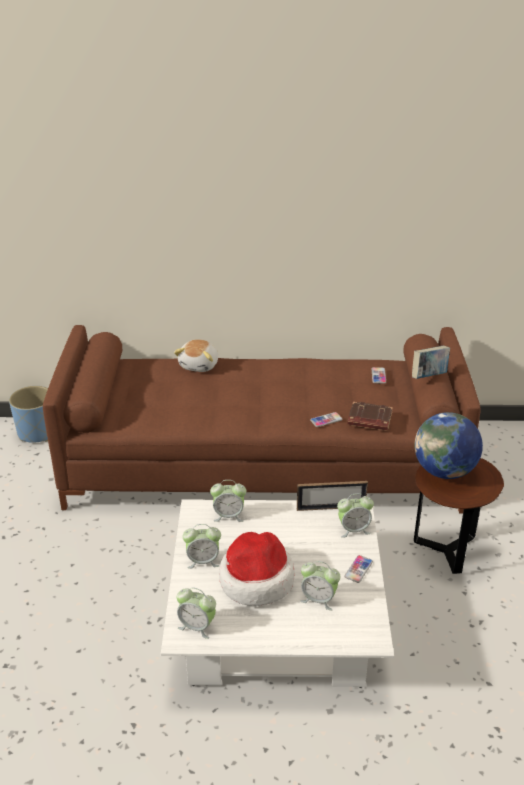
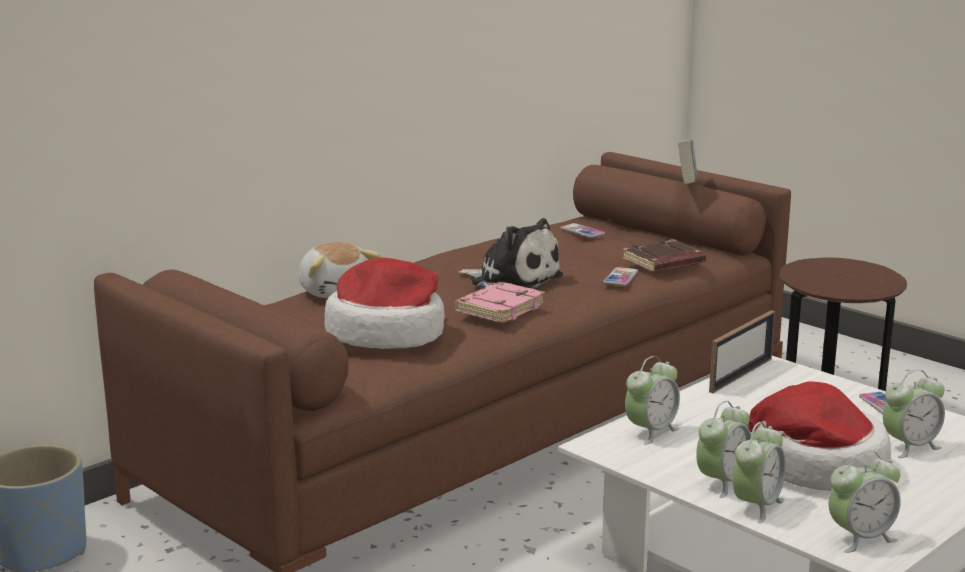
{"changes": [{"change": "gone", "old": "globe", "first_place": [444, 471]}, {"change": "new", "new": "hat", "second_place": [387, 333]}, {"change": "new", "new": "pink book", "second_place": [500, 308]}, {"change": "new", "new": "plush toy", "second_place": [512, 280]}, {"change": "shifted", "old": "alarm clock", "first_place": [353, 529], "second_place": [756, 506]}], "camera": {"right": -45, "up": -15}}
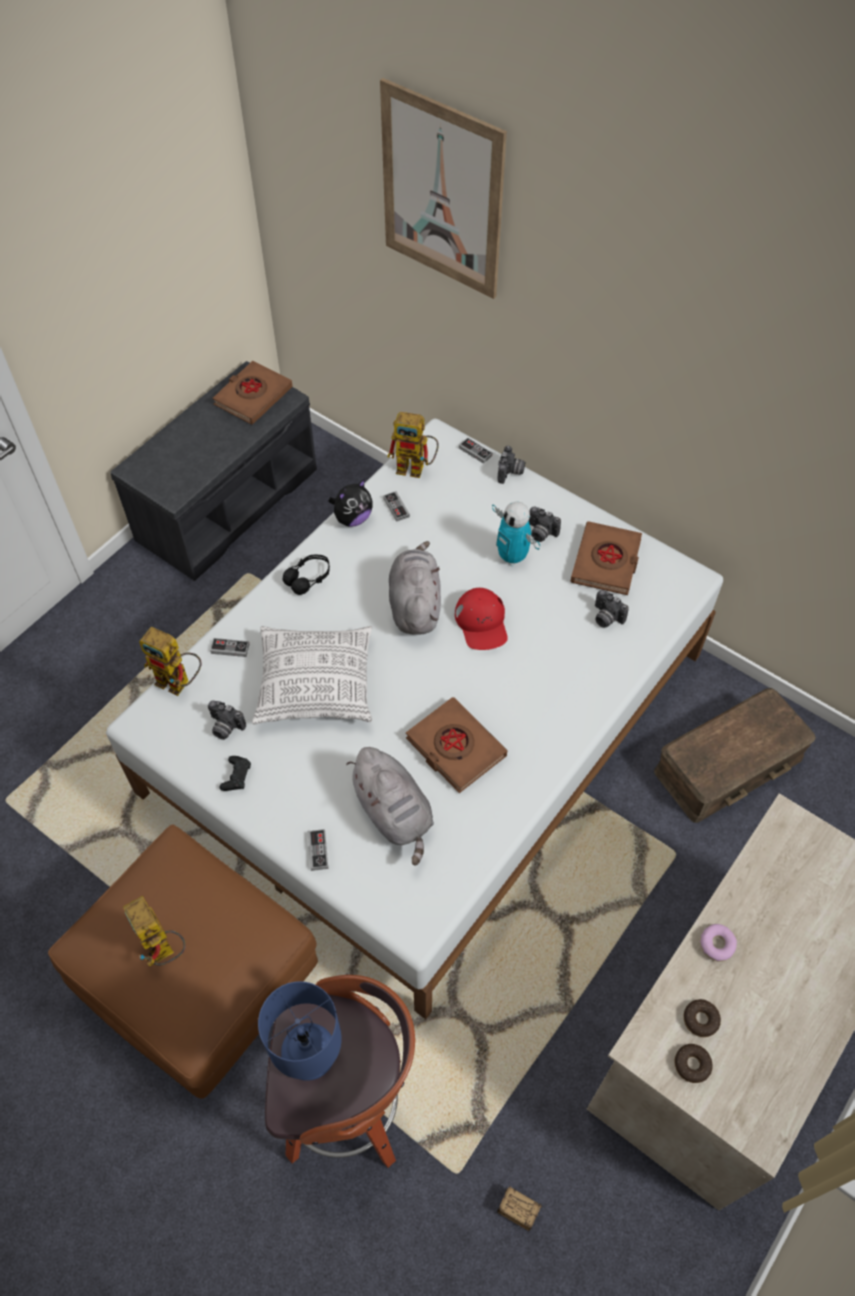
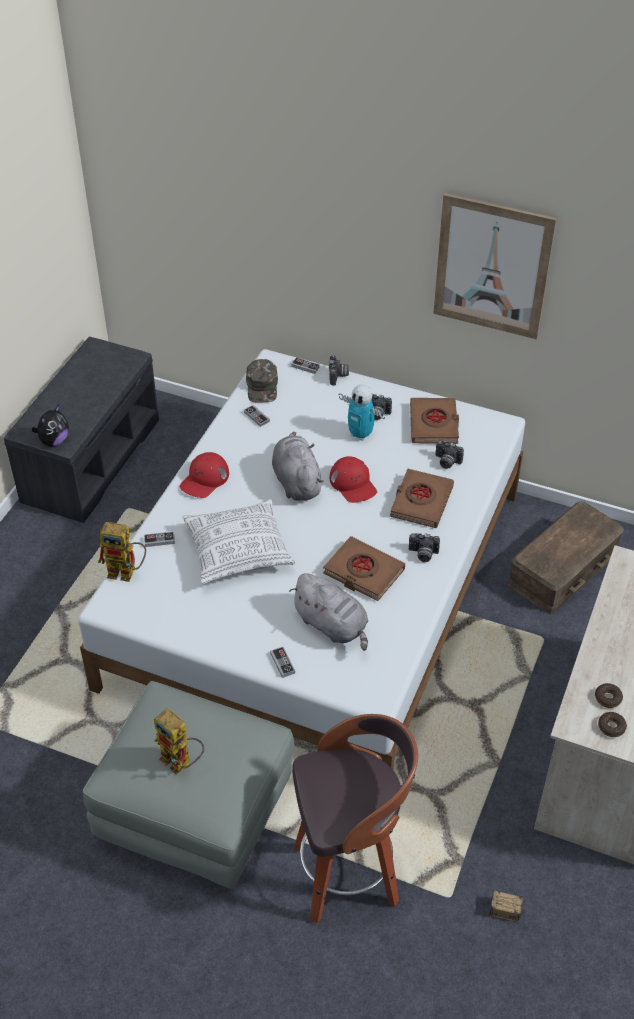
{"changes": [{"change": "gone", "old": "black game controller", "first_place": [236, 776]}, {"change": "gone", "old": "blue table lamp", "first_place": [310, 1057]}, {"change": "gone", "old": "donut", "first_place": [716, 945]}, {"change": "shifted", "old": "photo camera", "first_place": [225, 727], "second_place": [422, 554]}, {"change": "shifted", "old": "brown book", "first_place": [253, 396], "second_place": [421, 502]}, {"change": "shifted", "old": "plush toy", "first_place": [352, 518], "second_place": [54, 441]}, {"change": "shifted", "old": "picture", "first_place": [442, 192], "second_place": [492, 267]}, {"change": "swapped", "old": "black headphones", "new": "red cap", "first_place": [308, 578], "second_place": [204, 479]}, {"change": "swapped", "old": "toy robot", "new": "green cap", "first_place": [416, 468], "second_place": [262, 386]}, {"change": "repainted", "old": "brown ottoman", "new": "grey ottoman", "first_place": [201, 981], "second_place": [196, 814]}], "camera": {"right": -15, "up": -10}}
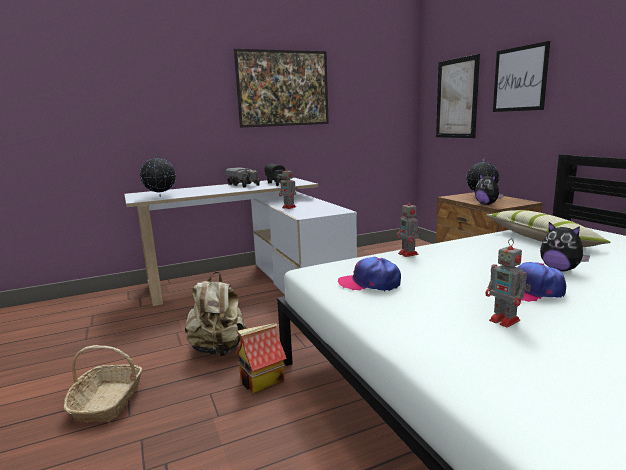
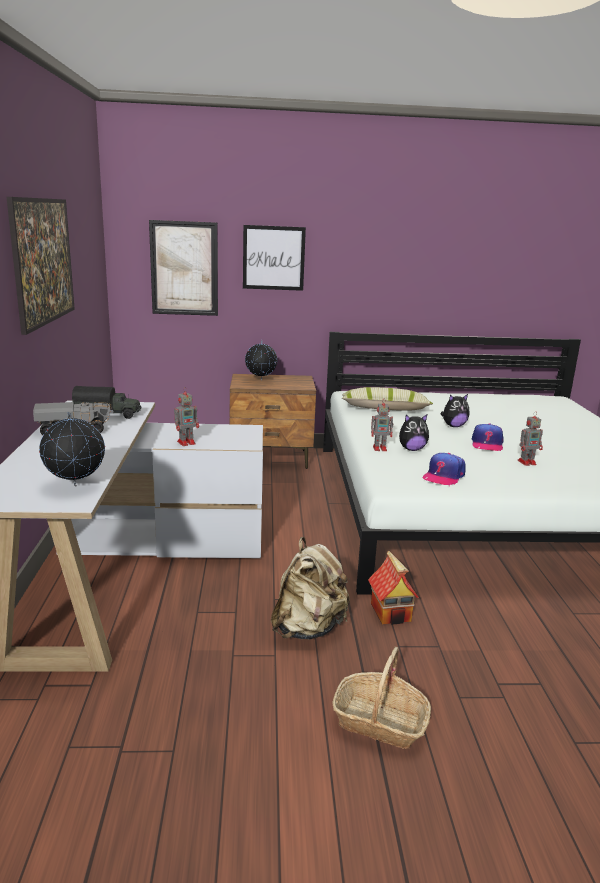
{"changes": [{"change": "shifted", "old": "plush toy", "first_place": [487, 204], "second_place": [411, 449]}], "camera": {"right": -70, "up": 5}}
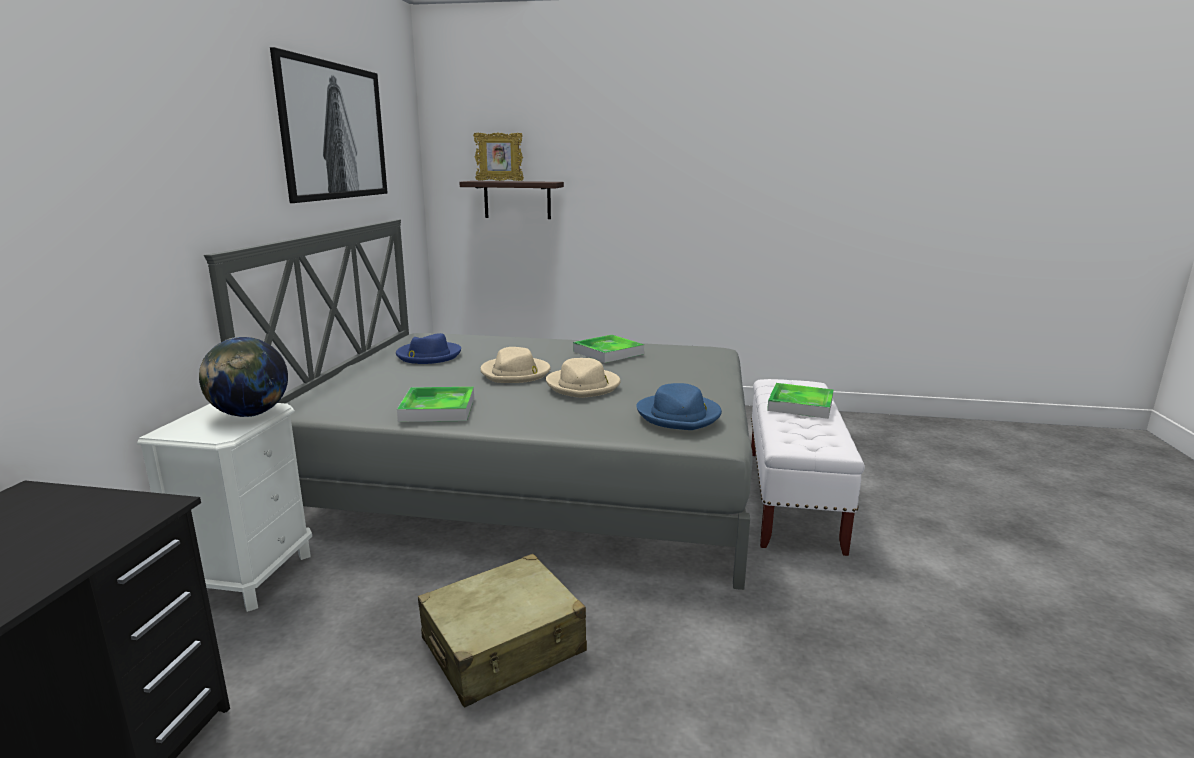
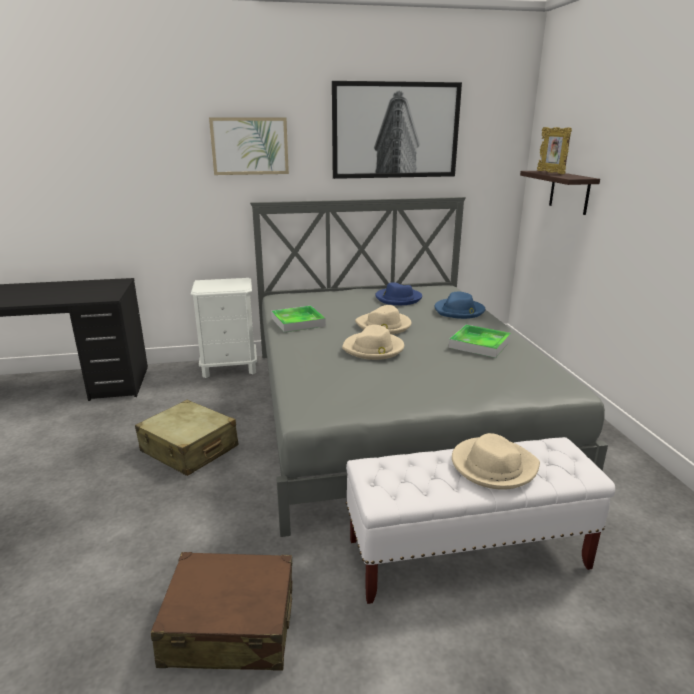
{"changes": [{"change": "gone", "old": "globe", "first_place": [250, 414]}, {"change": "new", "new": "brown suitcase", "second_place": [230, 626]}, {"change": "new", "new": "picture", "second_place": [249, 146]}, {"change": "shifted", "old": "blue hat", "first_place": [679, 415], "second_place": [459, 311]}, {"change": "swapped", "old": "tray", "new": "beige hat", "first_place": [800, 405], "second_place": [493, 466]}], "camera": {"right": 70, "up": 5}}
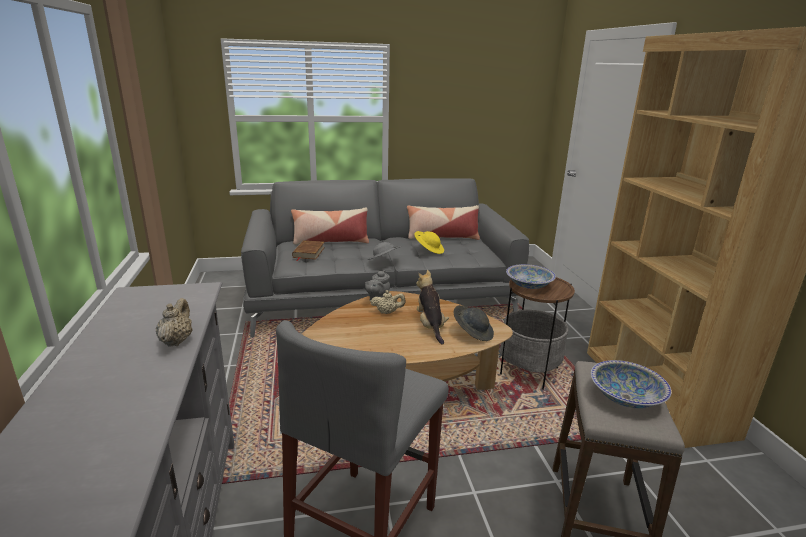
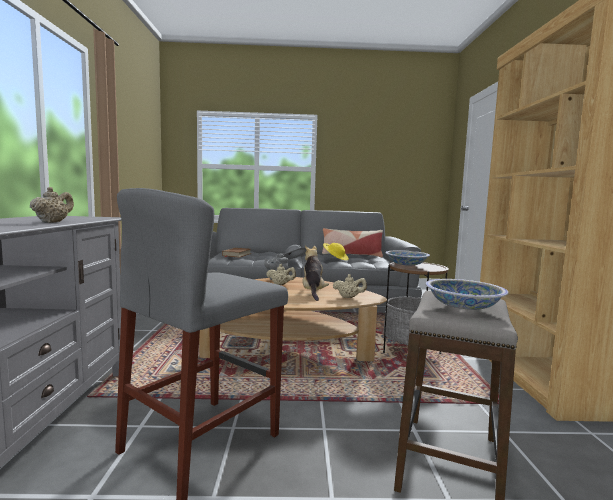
{"changes": [{"change": "gone", "old": "pillow", "first_place": [330, 241]}, {"change": "swapped", "old": "grey hat", "new": "beige teapot", "first_place": [472, 332], "second_place": [349, 297]}], "camera": {"right": 10, "up": -15}}
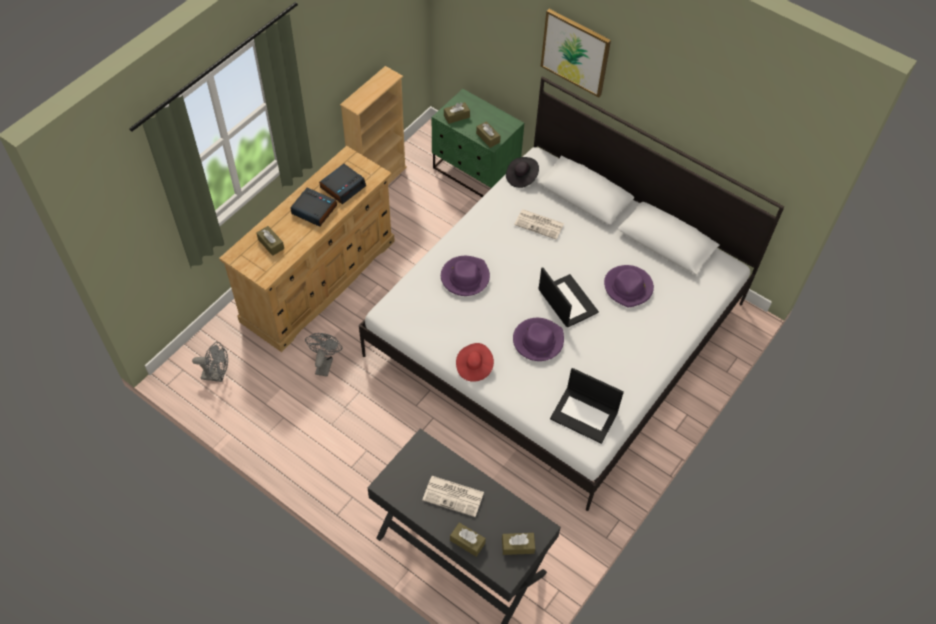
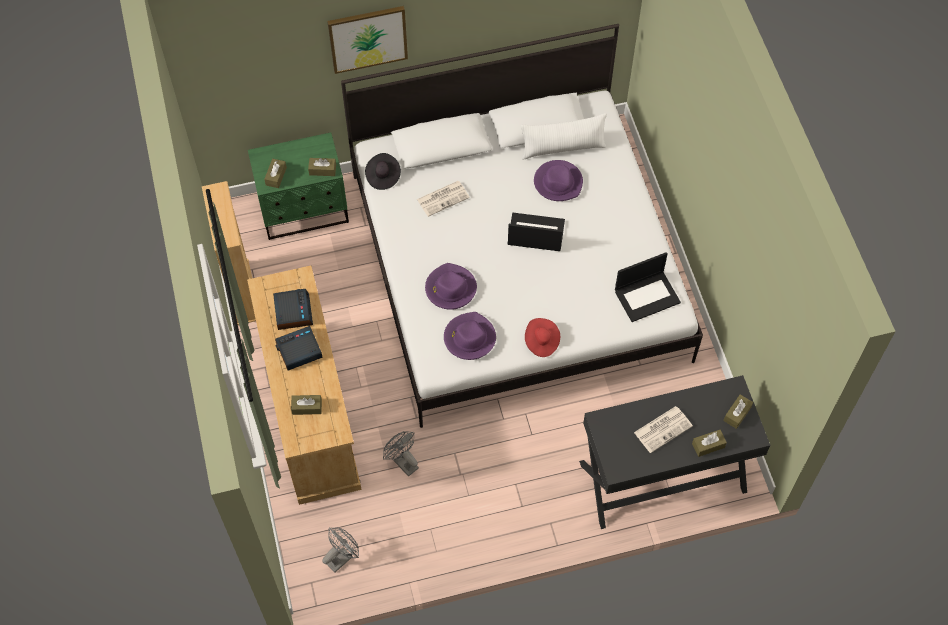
{"changes": [{"change": "new", "new": "white pillow", "second_place": [563, 148]}, {"change": "shifted", "old": "purple hat", "first_place": [538, 341], "second_place": [469, 338]}], "camera": {"right": -50, "up": 5}}
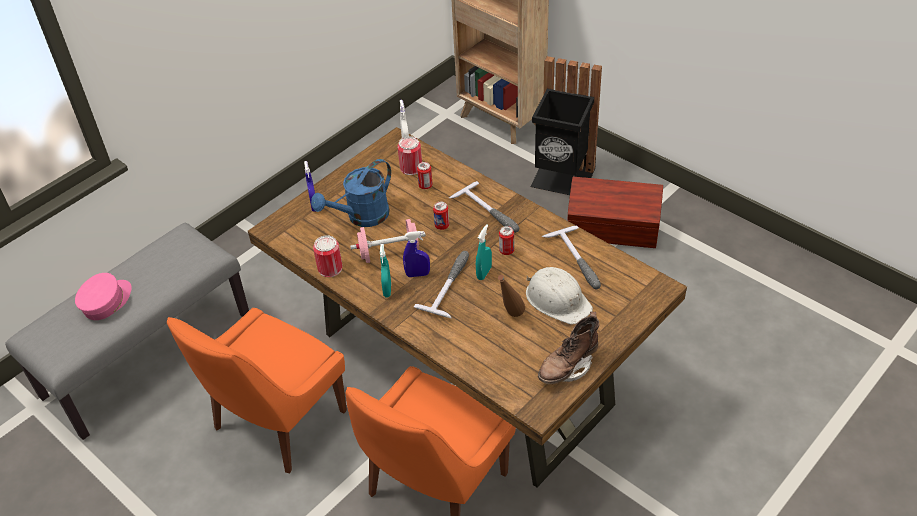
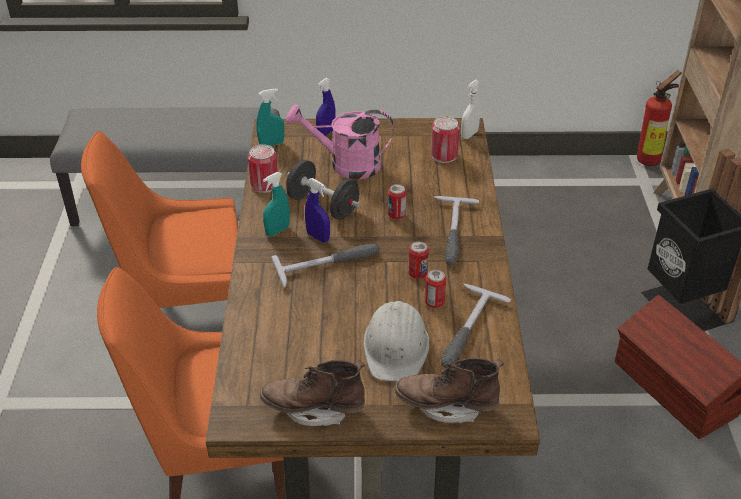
{"changes": [{"change": "gone", "old": "pink cap", "first_place": [106, 302]}, {"change": "gone", "old": "brown bottle", "first_place": [510, 317]}, {"change": "new", "new": "brown boot", "second_place": [446, 405]}, {"change": "new", "new": "fire extinguisher", "second_place": [651, 159]}, {"change": "shifted", "old": "can", "first_place": [425, 186], "second_place": [434, 302]}, {"change": "shifted", "old": "turquoise spray bottle", "first_place": [484, 273], "second_place": [271, 144]}, {"change": "repainted", "old": "blue watering can", "new": "pink watering can", "first_place": [362, 217], "second_place": [346, 165]}, {"change": "repainted", "old": "pink dumbbell", "new": "black dumbbell", "first_place": [389, 253], "second_place": [323, 205]}], "camera": {"right": 45, "up": -5}}
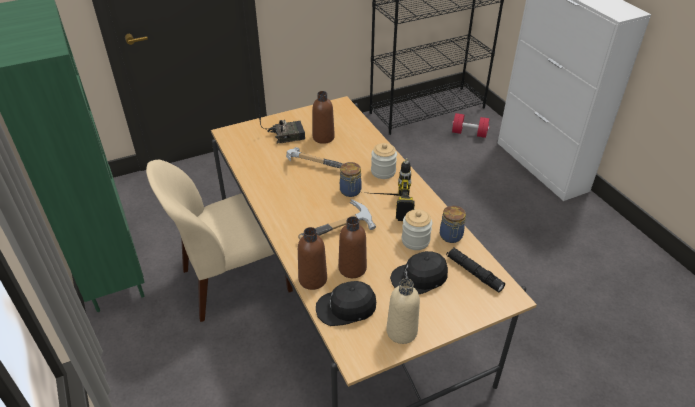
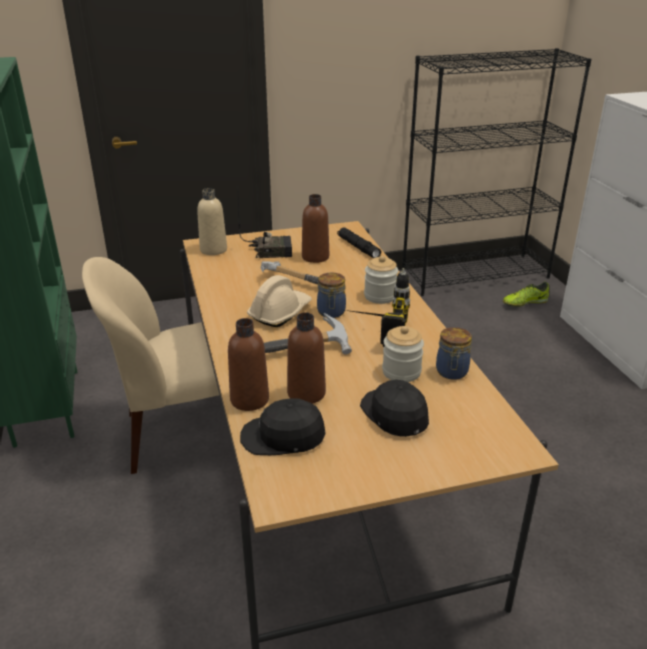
{"changes": [{"change": "new", "new": "beige hard hat", "second_place": [280, 313]}, {"change": "shifted", "old": "beige bottle", "first_place": [401, 331], "second_place": [213, 250]}, {"change": "shifted", "old": "black flashlight", "first_place": [474, 273], "second_place": [358, 247]}, {"change": "swapped", "old": "red dumbbell", "new": "shoe", "first_place": [469, 133], "second_place": [524, 303]}, {"change": "rotated", "old": "black cap", "first_place": [419, 278], "second_place": [394, 414], "degrees": 75}], "camera": {"right": 10, "up": -10}}
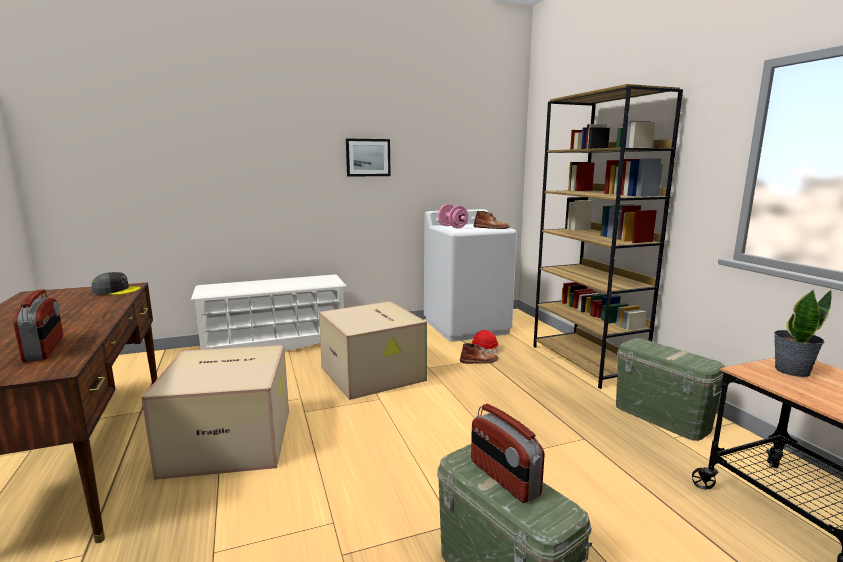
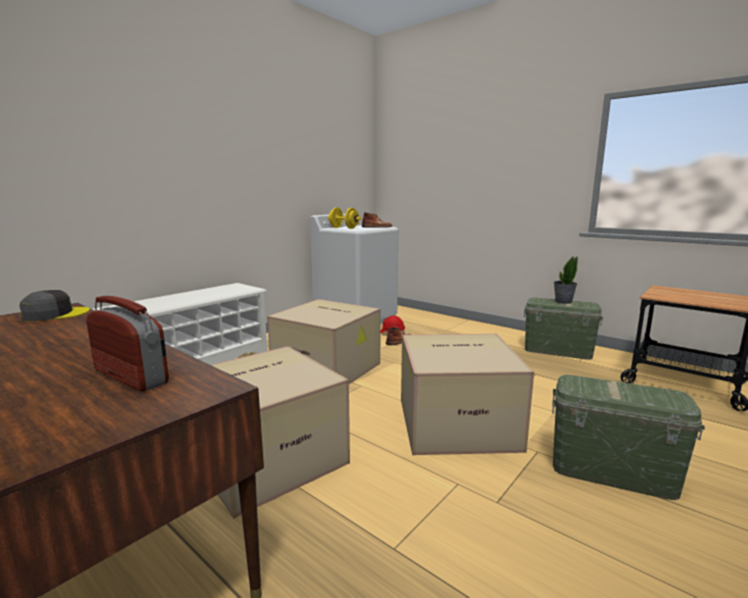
{"changes": [{"change": "gone", "old": "picture", "first_place": [368, 157]}, {"change": "gone", "old": "radio", "first_place": [503, 478]}, {"change": "gone", "old": "brown bookcase", "first_place": [586, 362]}, {"change": "new", "new": "cardboard box", "second_place": [458, 422]}, {"change": "shifted", "old": "potted plant", "first_place": [791, 370], "second_place": [563, 301]}, {"change": "repainted", "old": "pink dumbbell", "new": "yellow dumbbell", "first_place": [452, 227], "second_place": [344, 228]}], "camera": {"right": -30, "up": 0}}
